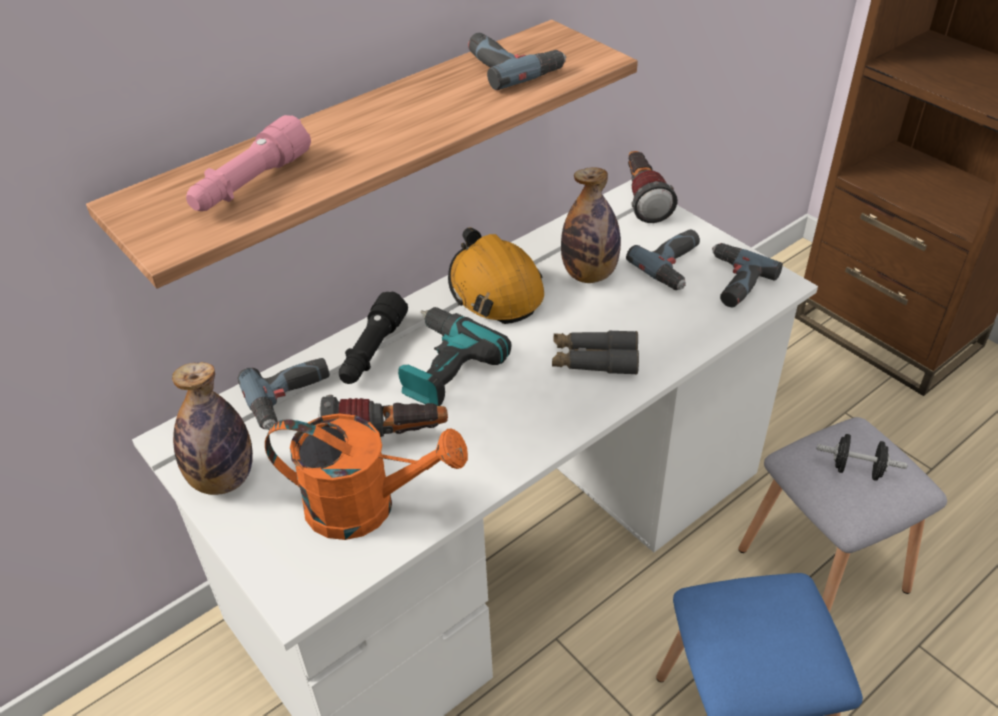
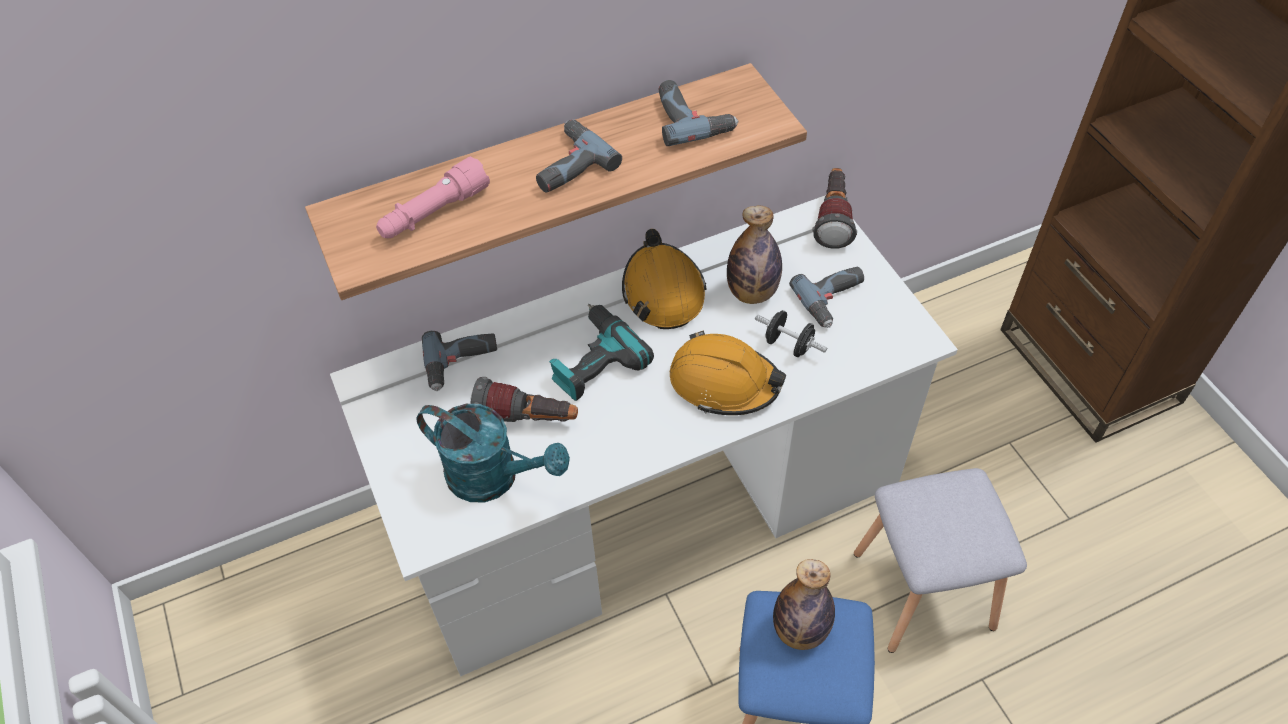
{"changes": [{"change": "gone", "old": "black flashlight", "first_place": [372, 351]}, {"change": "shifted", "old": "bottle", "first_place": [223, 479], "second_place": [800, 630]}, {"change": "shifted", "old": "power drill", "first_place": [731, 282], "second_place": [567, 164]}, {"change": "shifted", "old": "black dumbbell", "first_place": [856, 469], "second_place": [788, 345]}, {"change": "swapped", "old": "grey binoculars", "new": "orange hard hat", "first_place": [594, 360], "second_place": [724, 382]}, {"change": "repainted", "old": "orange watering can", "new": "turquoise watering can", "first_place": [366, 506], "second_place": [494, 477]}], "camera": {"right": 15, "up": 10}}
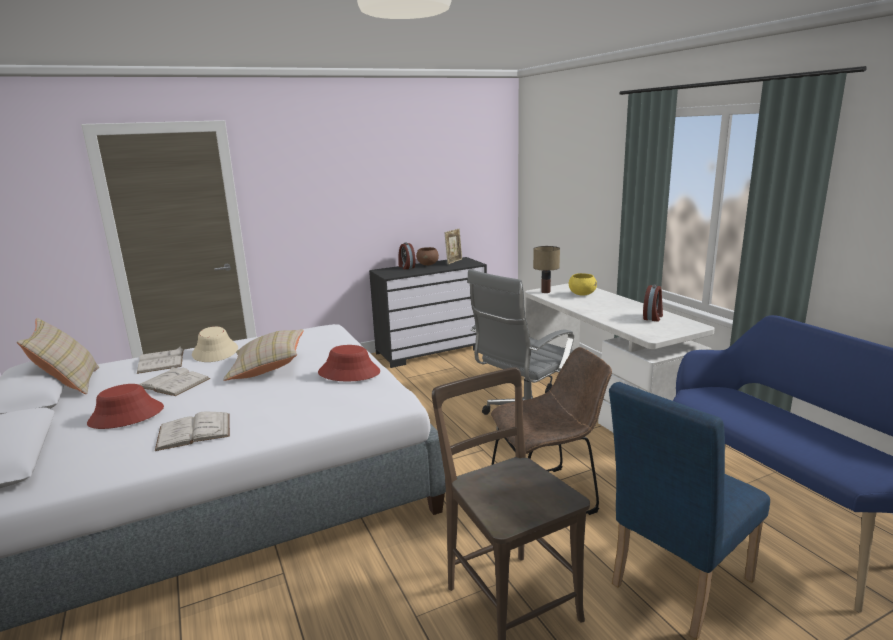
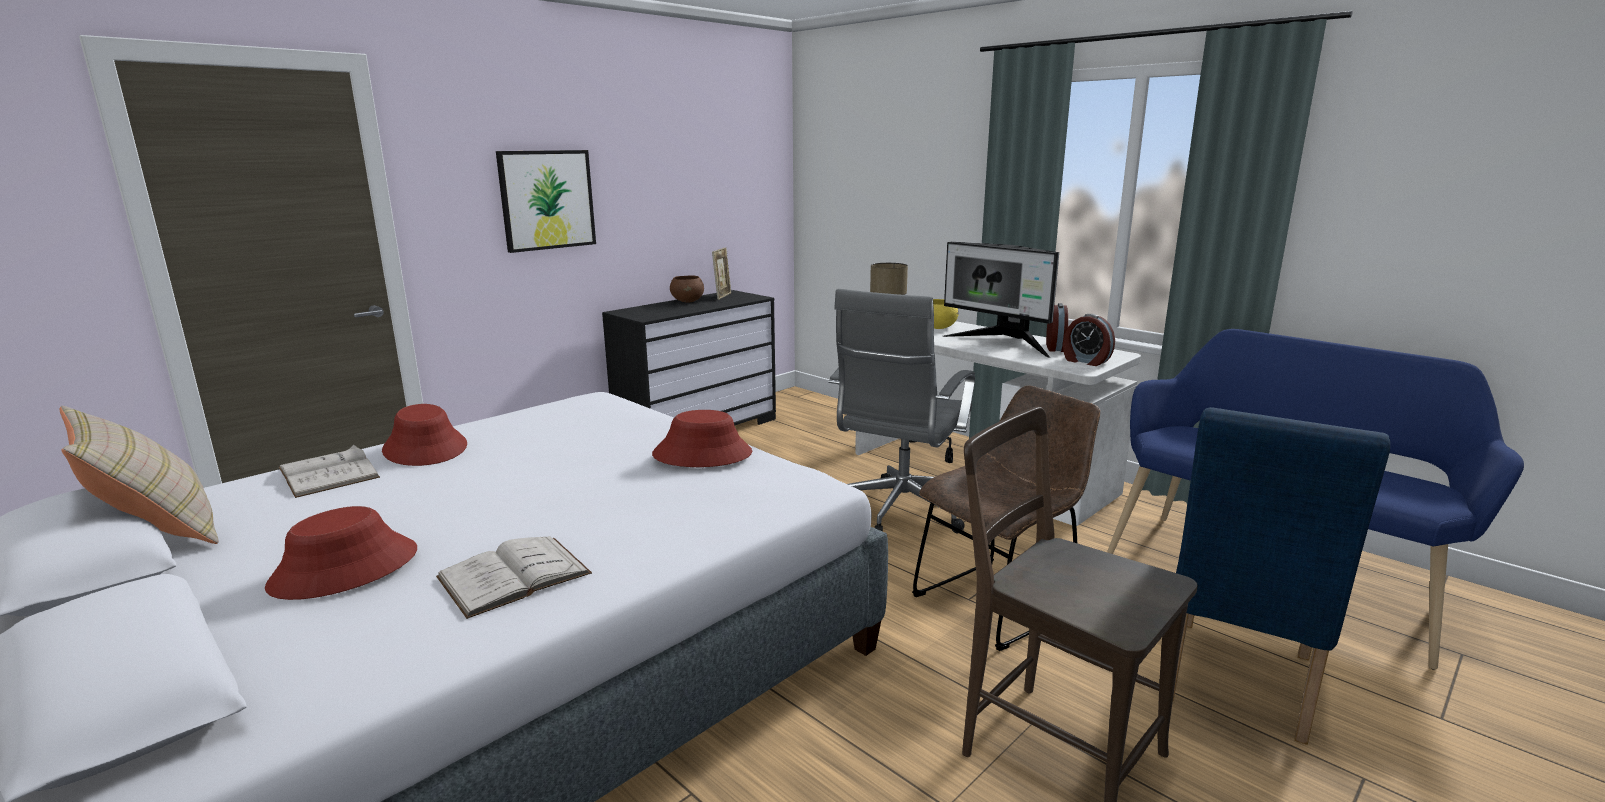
{"changes": [{"change": "gone", "old": "white book", "first_place": [172, 383]}, {"change": "gone", "old": "beige pillow", "first_place": [267, 368]}, {"change": "new", "new": "picture", "second_place": [547, 200]}, {"change": "new", "new": "monitor", "second_place": [1002, 343]}, {"change": "shifted", "old": "alarm clock", "first_place": [406, 267], "second_place": [1085, 361]}, {"change": "repainted", "old": "beige hat", "new": "red hat", "first_place": [215, 352], "second_place": [426, 448]}], "camera": {"right": -20, "up": 0}}
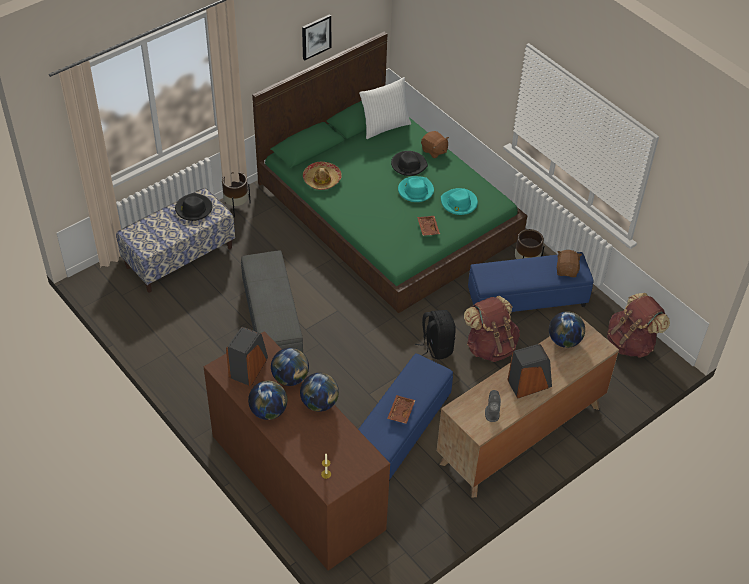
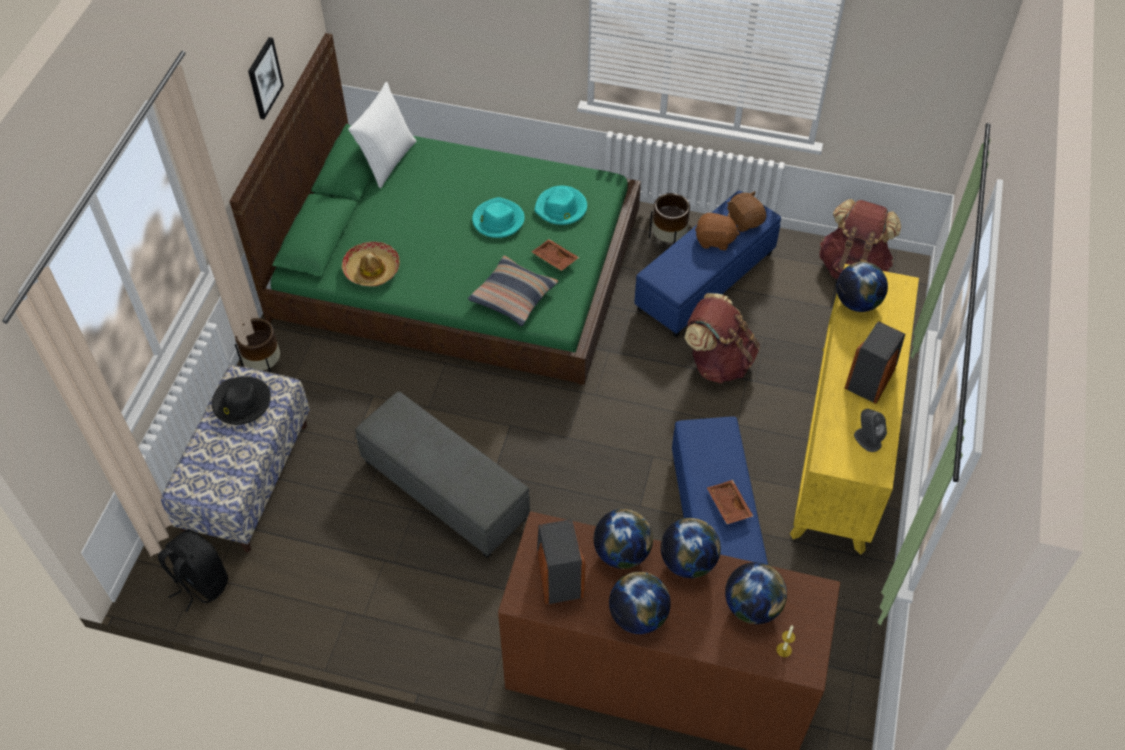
{"changes": [{"change": "gone", "old": "black hat", "first_place": [408, 165]}, {"change": "new", "new": "pillow", "second_place": [513, 296]}, {"change": "new", "new": "globe", "second_place": [752, 606]}, {"change": "shifted", "old": "black backpack", "first_place": [436, 347], "second_place": [200, 583]}, {"change": "shifted", "old": "brown plush toy", "first_place": [434, 151], "second_place": [714, 240]}, {"change": "repainted", "old": "brown dresser", "new": "yellow dresser", "first_place": [520, 435], "second_place": [842, 445]}], "camera": {"right": -35, "up": 5}}
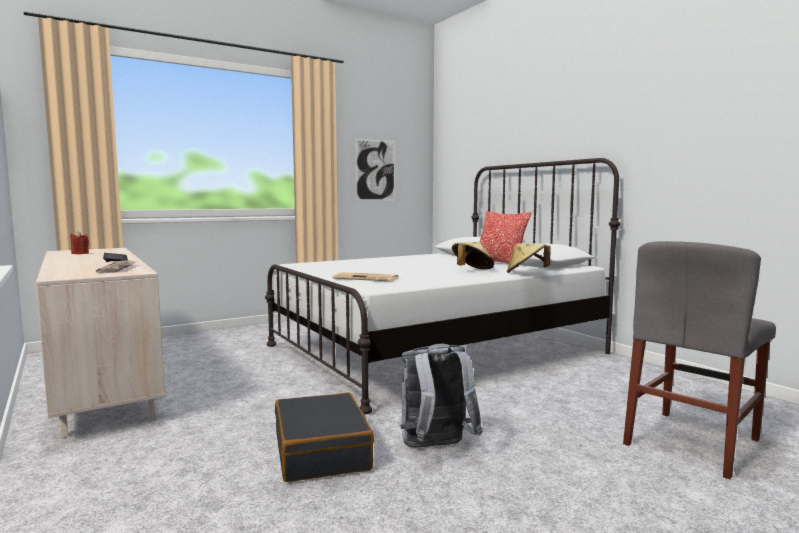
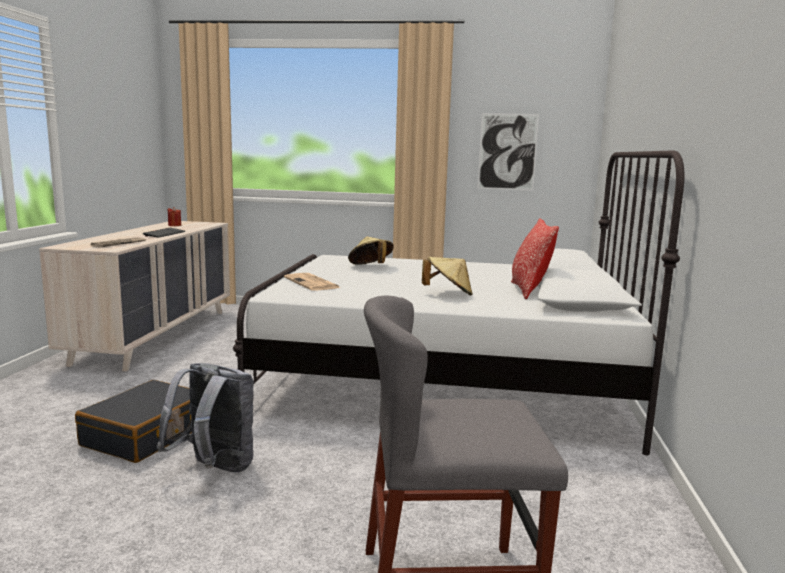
{"changes": [{"change": "shifted", "old": "beige hat", "first_place": [526, 273], "second_place": [370, 267]}], "camera": {"right": 40, "up": 5}}
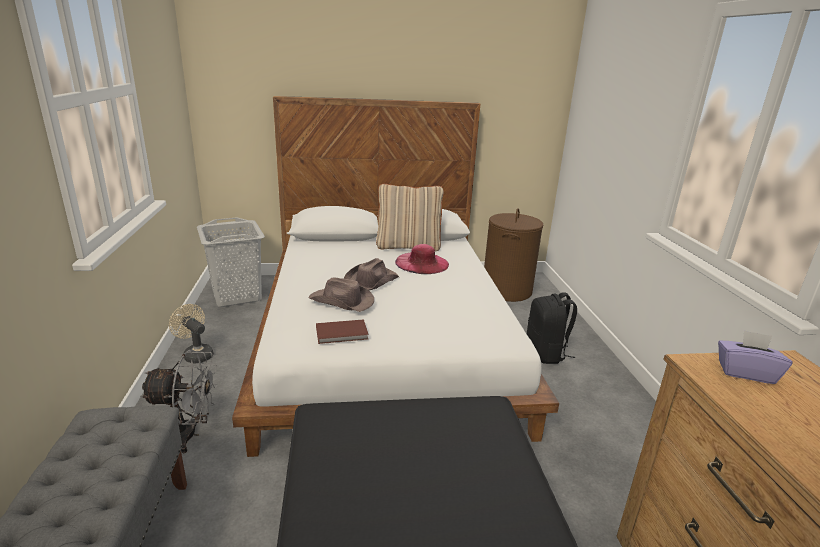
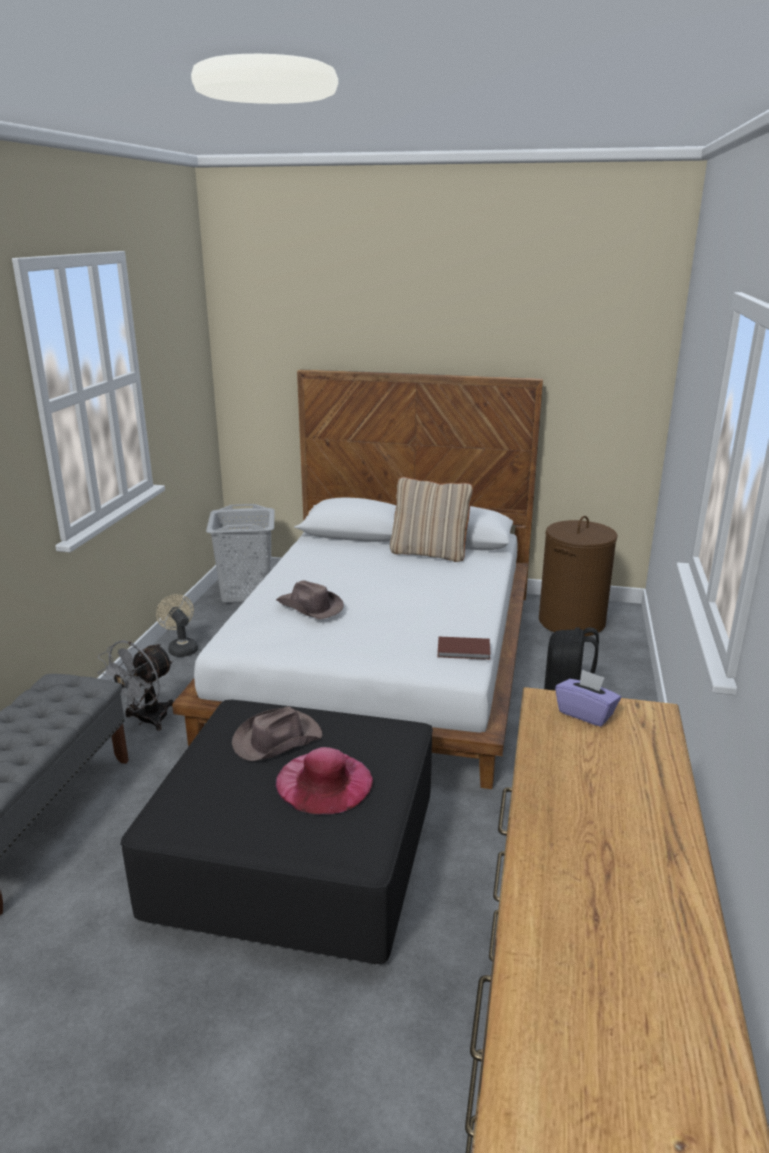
{"changes": [{"change": "shifted", "old": "brown book", "first_place": [342, 334], "second_place": [464, 650]}, {"change": "shifted", "old": "brown hat", "first_place": [371, 281], "second_place": [276, 740]}, {"change": "shifted", "old": "pink hat", "first_place": [422, 263], "second_place": [324, 782]}, {"change": "rotated", "old": "grey fan", "first_place": [189, 435], "second_place": [146, 720], "degrees": 105}], "camera": {"right": 20, "up": 0}}
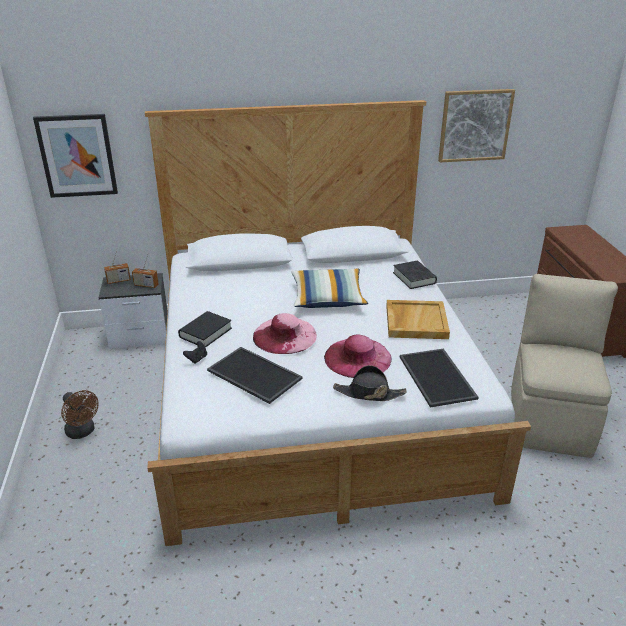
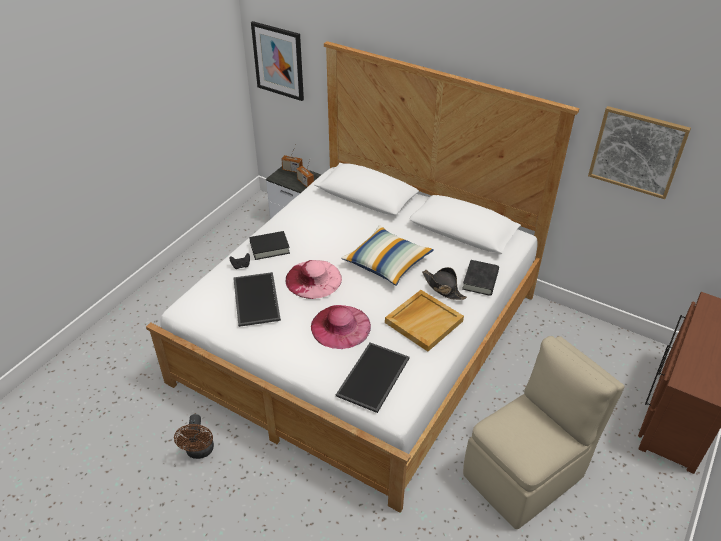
{"changes": [{"change": "shifted", "old": "brown fan", "first_place": [83, 432], "second_place": [199, 451]}, {"change": "shifted", "old": "black hat", "first_place": [369, 393], "second_place": [443, 288]}], "camera": {"right": 40, "up": 10}}
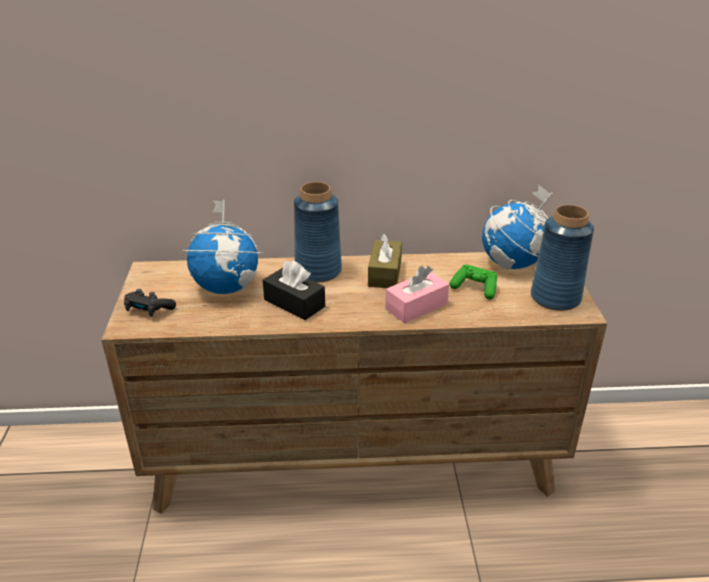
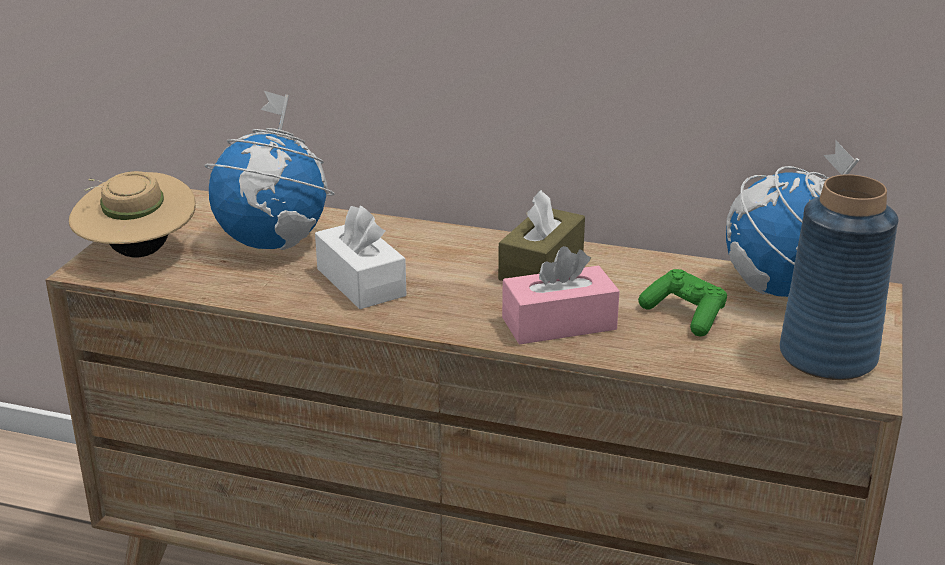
{"changes": [{"change": "gone", "old": "blue vase", "first_place": [318, 271]}, {"change": "swapped", "old": "black game controller", "new": "beige hat", "first_place": [148, 310], "second_place": [138, 253]}, {"change": "repainted", "old": "black tissue box", "new": "white tissue box", "first_place": [294, 303], "second_place": [361, 282]}], "camera": {"right": 20, "up": -5}}
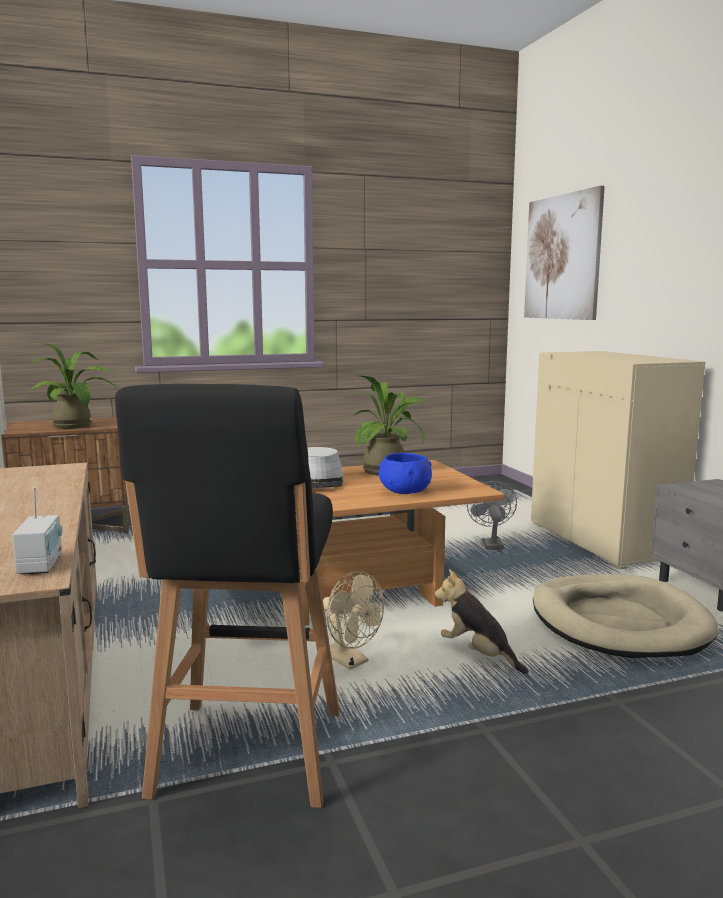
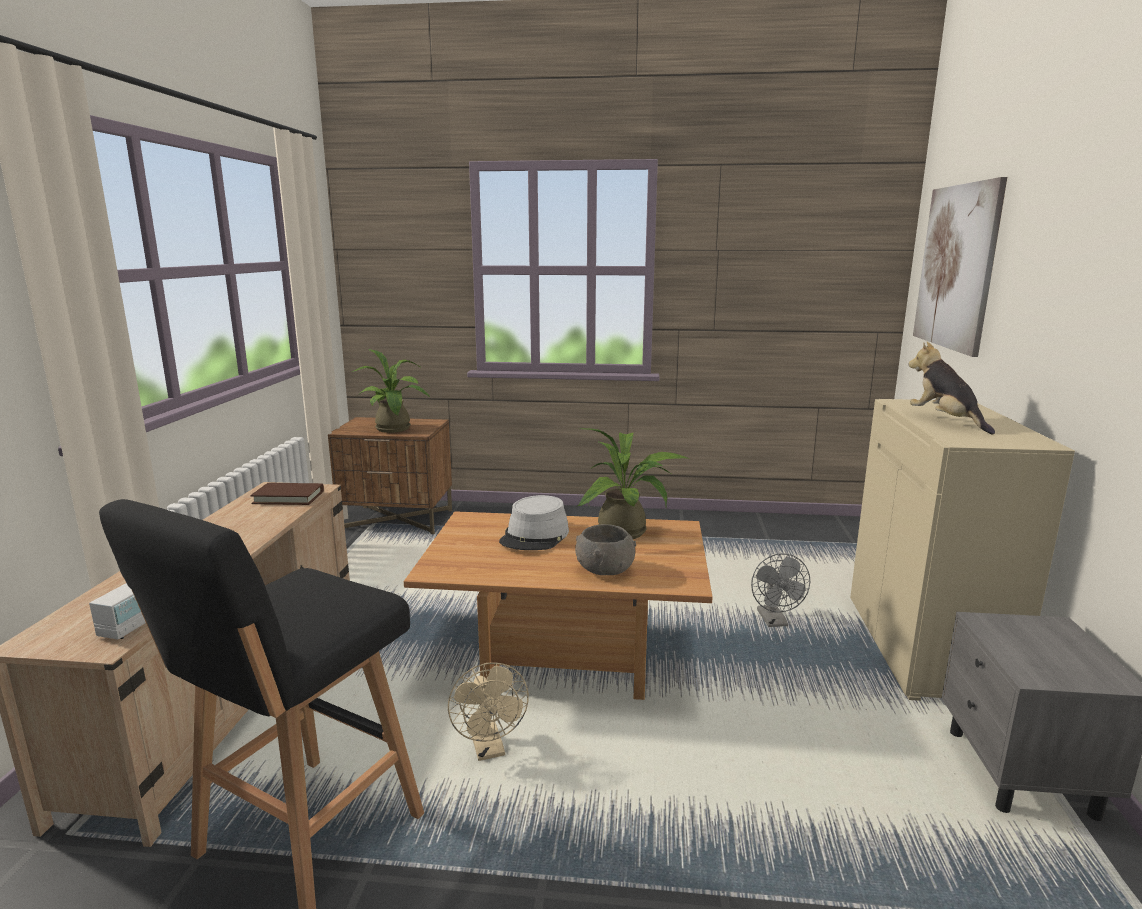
{"changes": [{"change": "gone", "old": "beige dog bed", "first_place": [618, 622]}, {"change": "new", "new": "brown book", "second_place": [288, 497]}, {"change": "shifted", "old": "plush toy", "first_place": [478, 654], "second_place": [945, 421]}, {"change": "repainted", "old": "blue bowl", "new": "grey bowl", "first_place": [404, 491], "second_place": [605, 569]}, {"change": "rotated", "old": "grey fan", "first_place": [490, 544], "second_place": [774, 621], "degrees": 150}], "camera": {"right": 25, "up": 5}}
